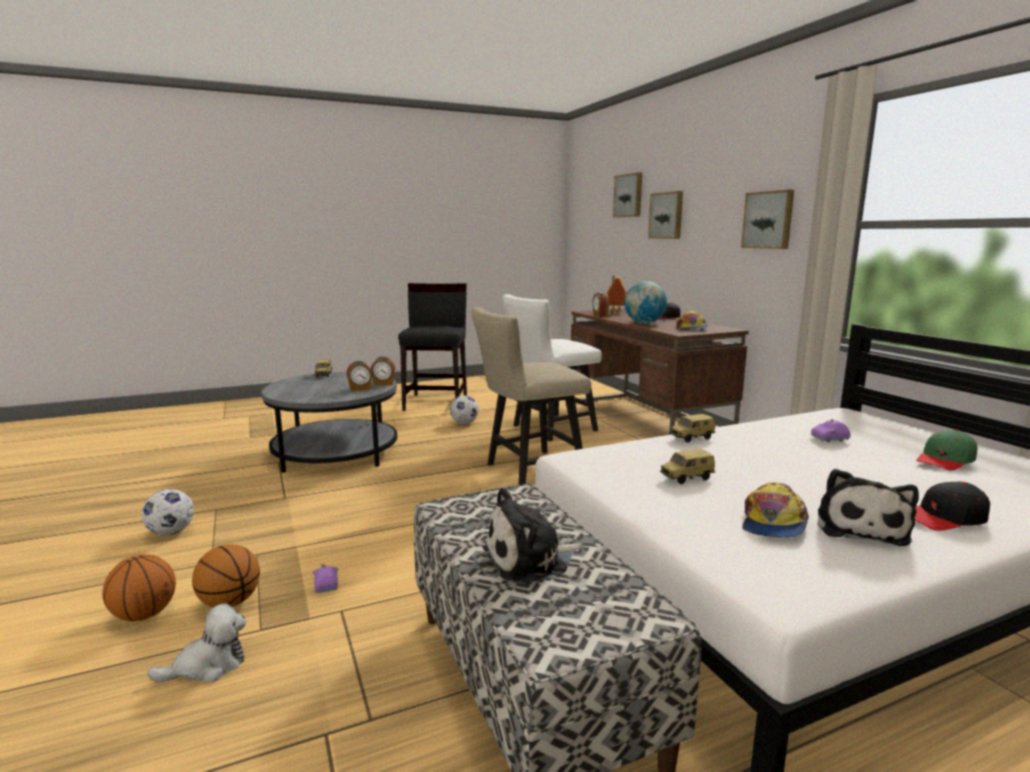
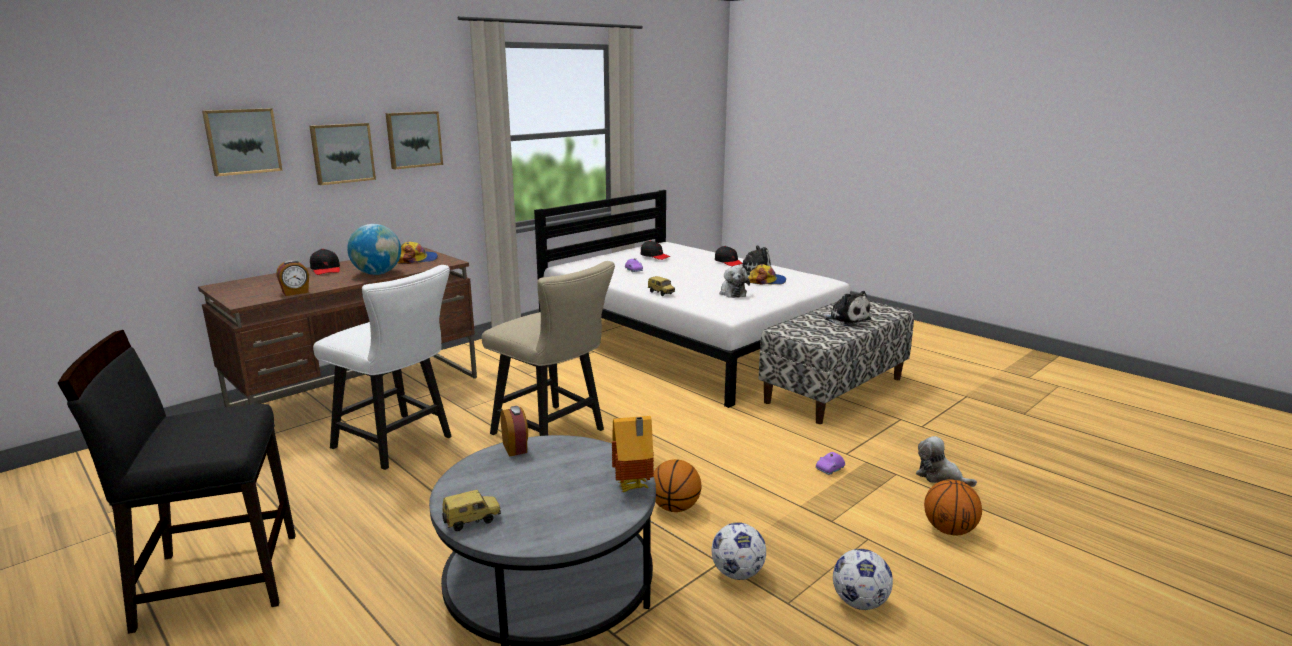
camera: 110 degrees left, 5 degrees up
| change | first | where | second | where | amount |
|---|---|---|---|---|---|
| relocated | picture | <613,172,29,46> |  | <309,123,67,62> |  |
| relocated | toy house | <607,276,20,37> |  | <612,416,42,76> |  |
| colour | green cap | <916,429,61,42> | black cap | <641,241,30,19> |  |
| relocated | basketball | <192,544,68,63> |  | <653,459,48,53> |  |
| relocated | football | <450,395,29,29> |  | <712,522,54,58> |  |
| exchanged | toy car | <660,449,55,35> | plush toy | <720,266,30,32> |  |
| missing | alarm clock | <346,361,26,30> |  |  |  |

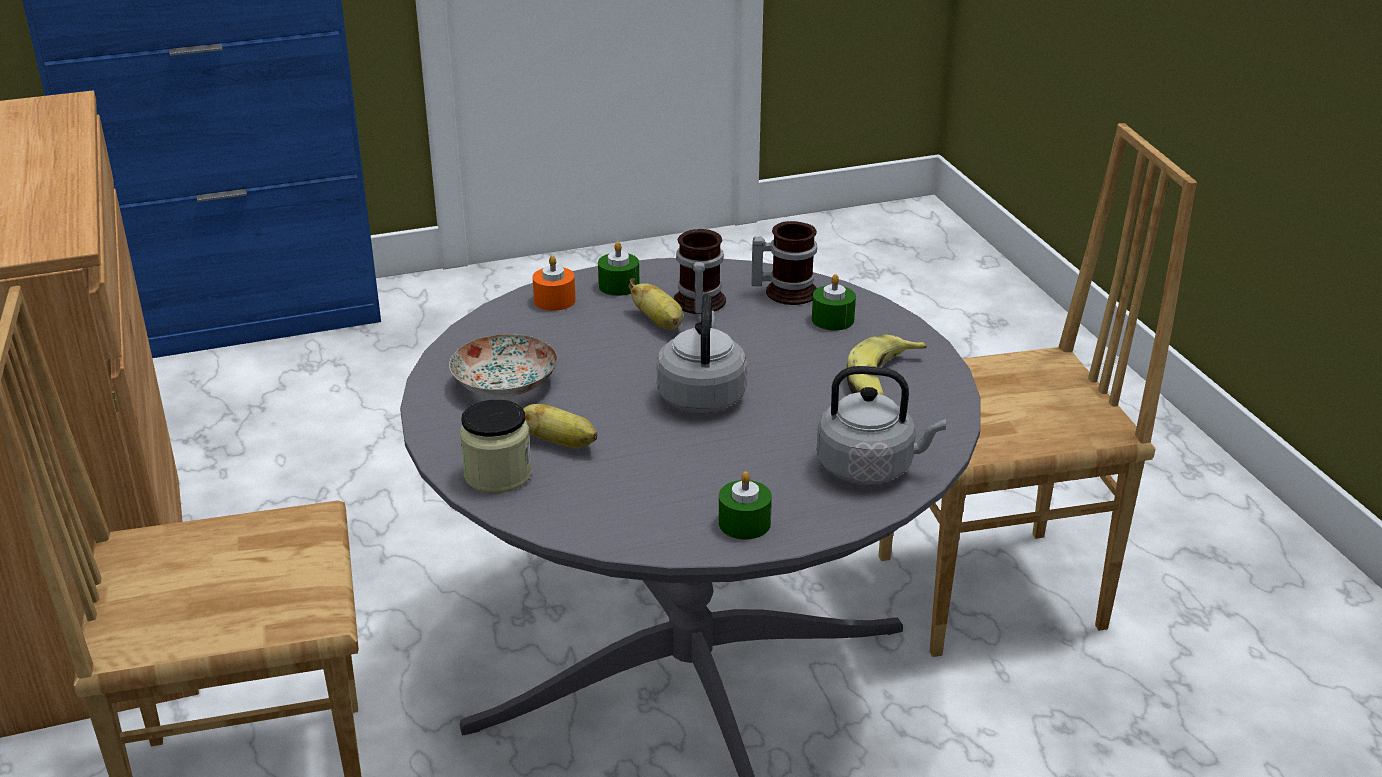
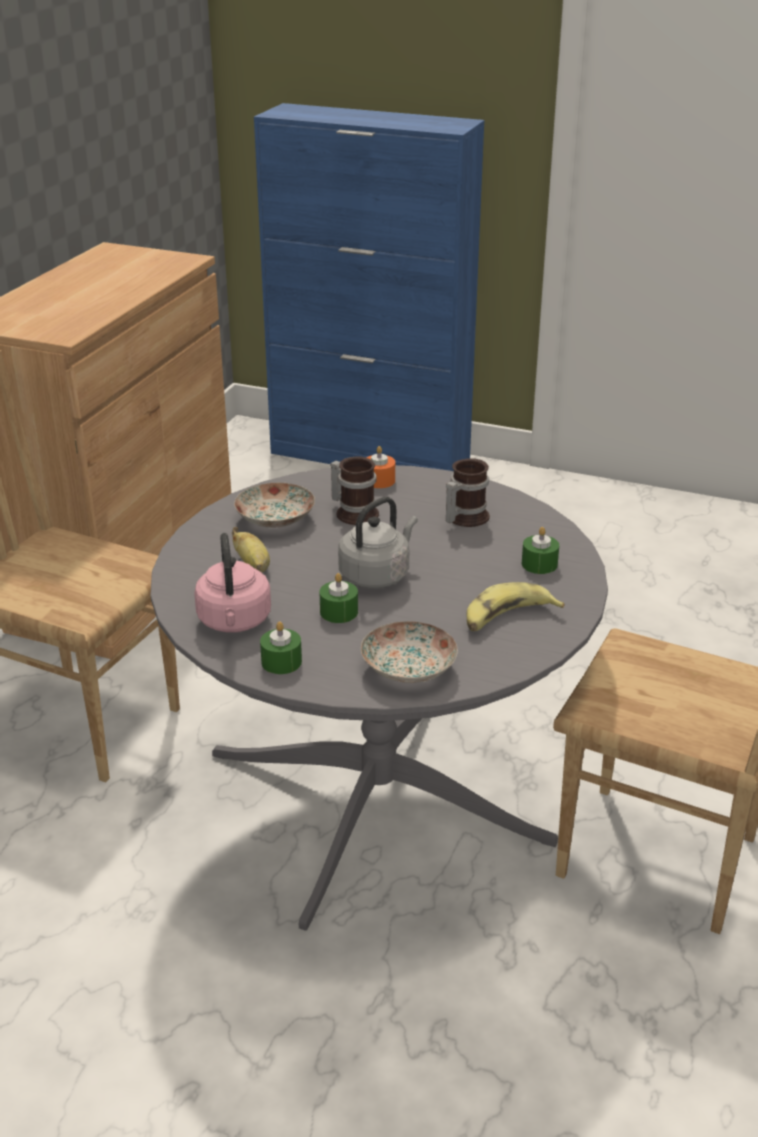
camera: 40 degrees right, 0 degrees up
| change | first | where | second | where | amount |
|---|---|---|---|---|---|
| appeared |  |  | pink kettle | <194,533,77,100> |  |
| relocated | green candle | <598,241,42,55> |  | <320,573,38,50> |  |
| relocated | mug | <751,221,66,84> |  | <330,456,49,69> |  |
| exchanged | grey kettle | <817,366,129,119> | plate | <361,621,97,62> |  |
| missing | jar | <460,399,72,94> |  |  |  |
| missing | banana | <629,278,54,52> |  |  |  |

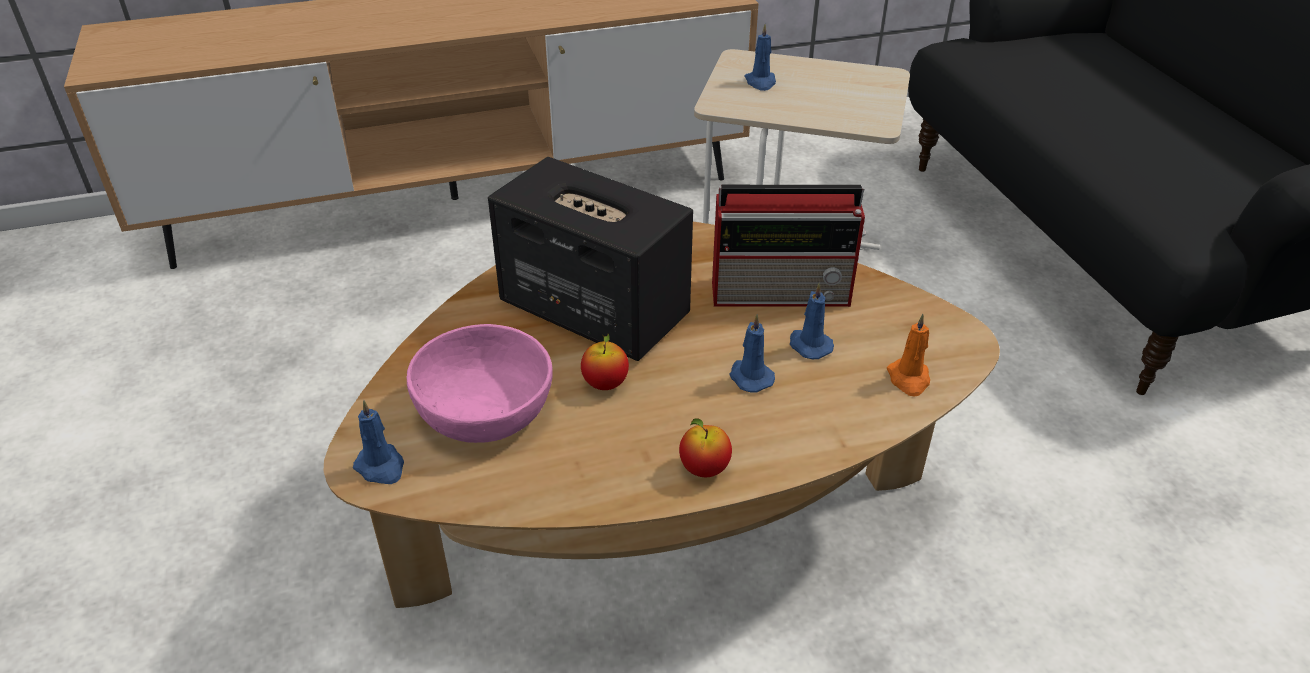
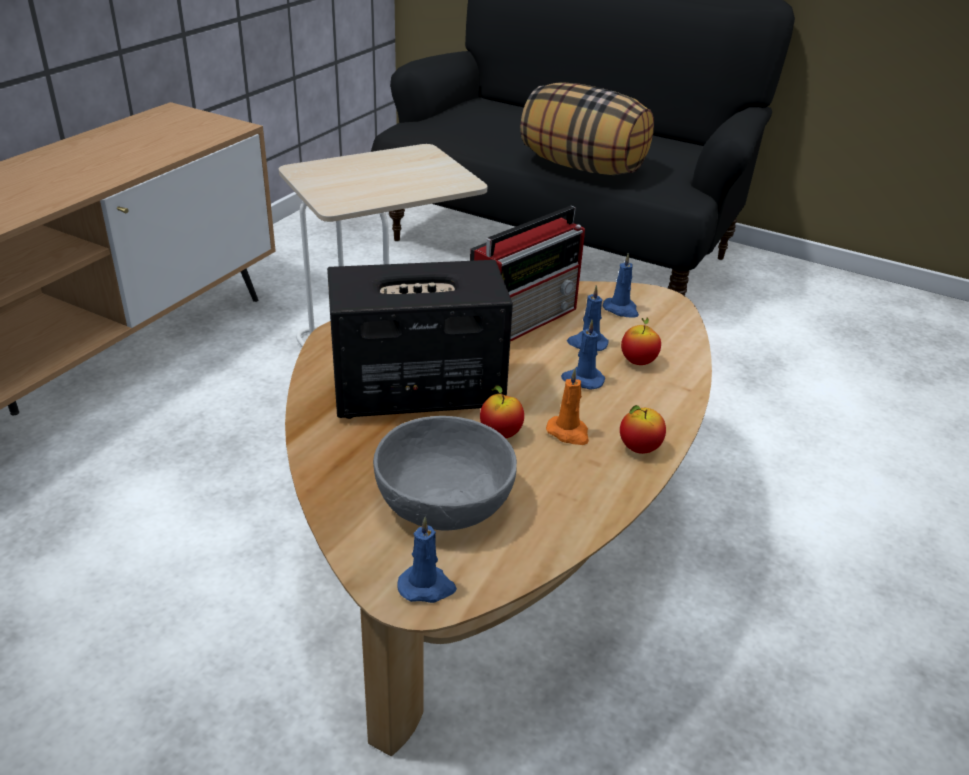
camera: 45 degrees left, 5 degrees down
| change | first | where | second | where | amount |
|---|---|---|---|---|---|
| colour | pink bowl | <407,324,146,119> | grey bowl | <373,416,144,114> |  |
| appeared |  |  | pillow | <520,82,134,93> |  |
| relocated | orange candle | <887,314,43,83> |  | <546,369,43,76> |  |
| relocated | blue candle | <744,24,32,67> |  | <603,253,36,65> |  |
| appeared |  |  | apple | <621,318,40,47> |  |

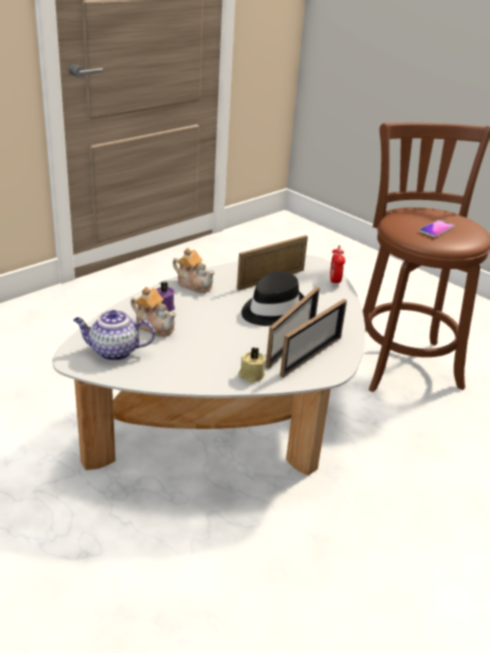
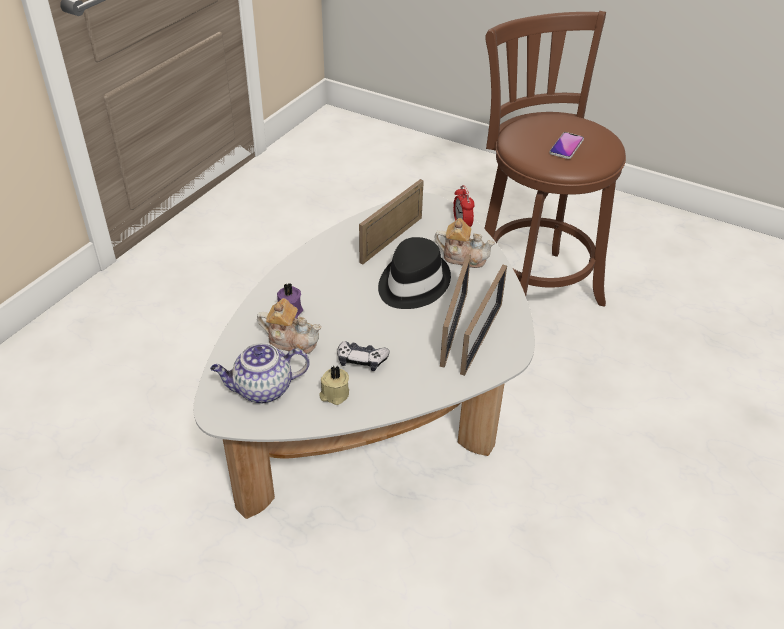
camera: 15 degrees left, 10 degrees up
| change | first | where | second | where | amount |
|---|---|---|---|---|---|
| relocated | beige candle | <239,347,26,36> |  | <319,365,30,40> |  |
| appeared |  |  | game controller | <337,341,52,30> |  |
| relocated | teapot | <173,248,42,45> |  | <435,218,60,50> |  |

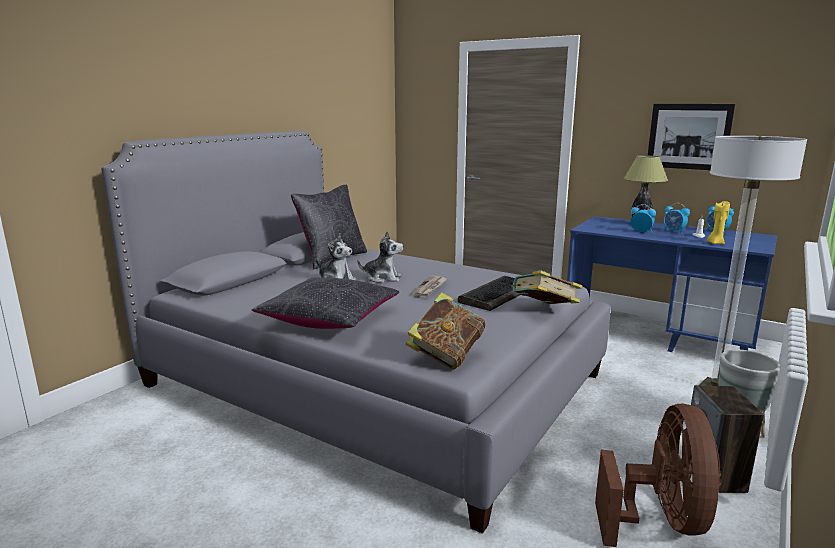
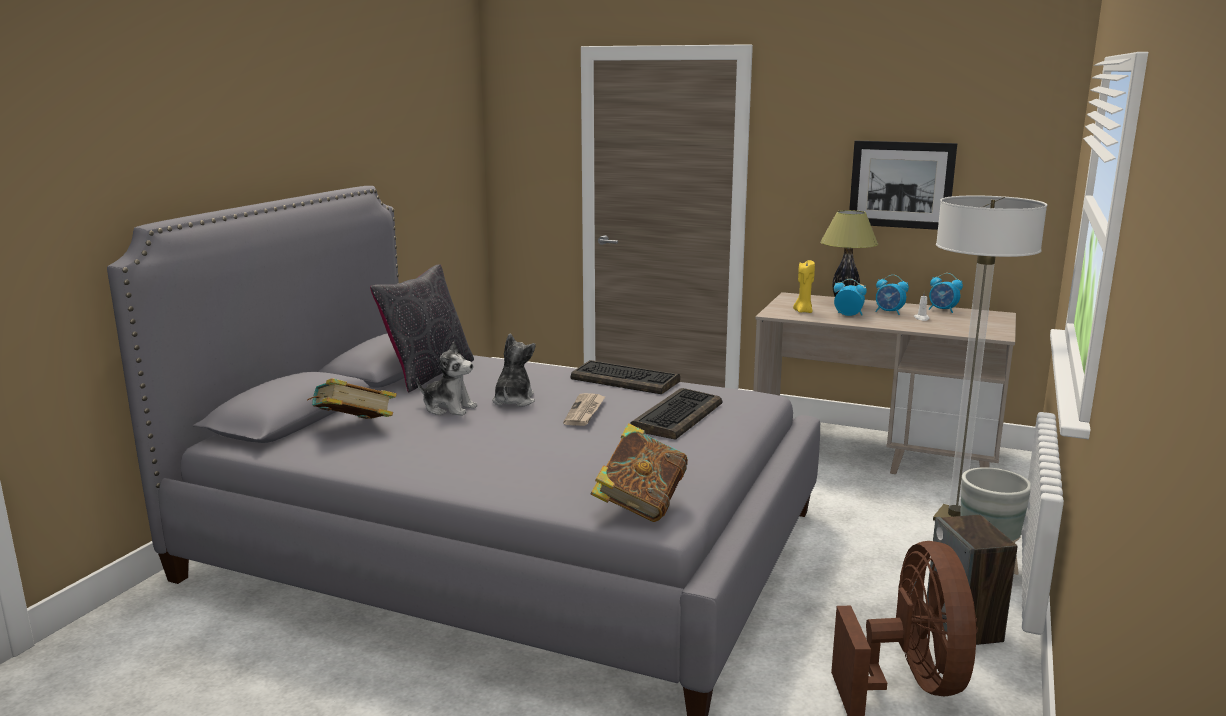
camera: 10 degrees left, 0 degrees up
| change | first | where | second | where | amount |
|---|---|---|---|---|---|
| relocated | book | <511,270,71,34> |  | <307,378,90,41> |  |
| spun | plush toy | <357,231,46,52> |  | <492,334,44,73> | 75 degrees counterclockwise |
| appeared |  |  | keyboard | <571,360,109,34> |  |
| colour | blue desk | <567,216,210,136> | beige desk | <753,292,263,182> |  |
| relocated | yellow candle | <707,201,23,44> |  | <793,260,22,53> |  |
| missing | black pillow | <252,277,147,52> |  |  |  |

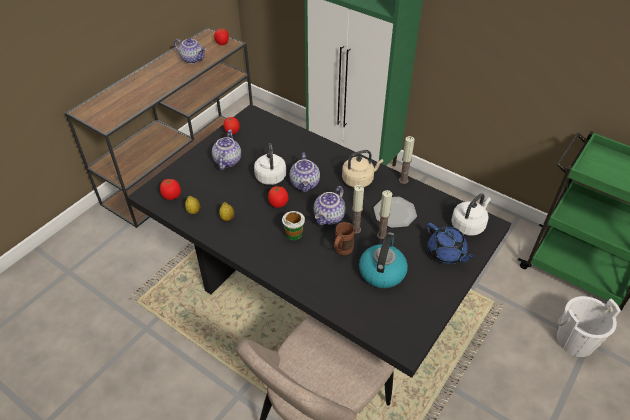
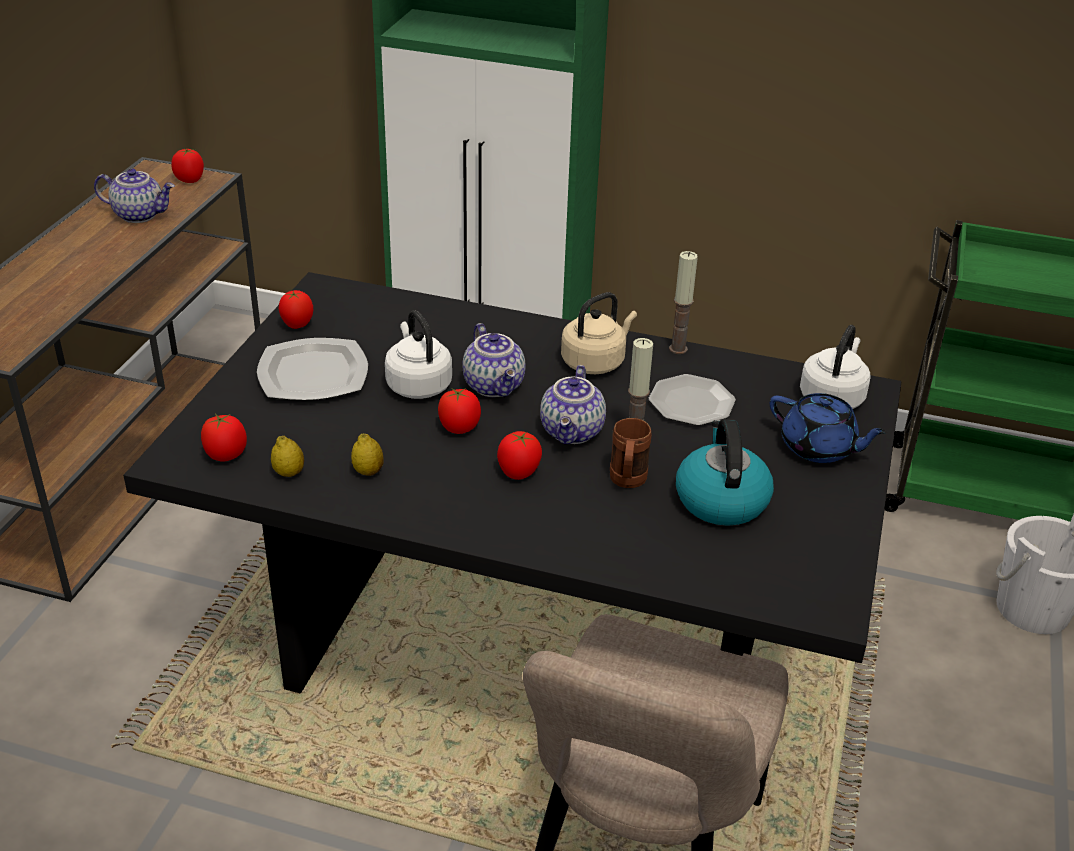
camera: 20 degrees left, 10 degrees down
| change | first | where | second | where | amount |
|---|---|---|---|---|---|
| exchanged | teapot | <212,130,29,40> | plate | <257,338,111,62> |  |
| exchanged | cup | <282,211,23,30> | tomato | <497,431,45,49> |  |
| missing | candle | <377,190,15,49> |  |  |  |

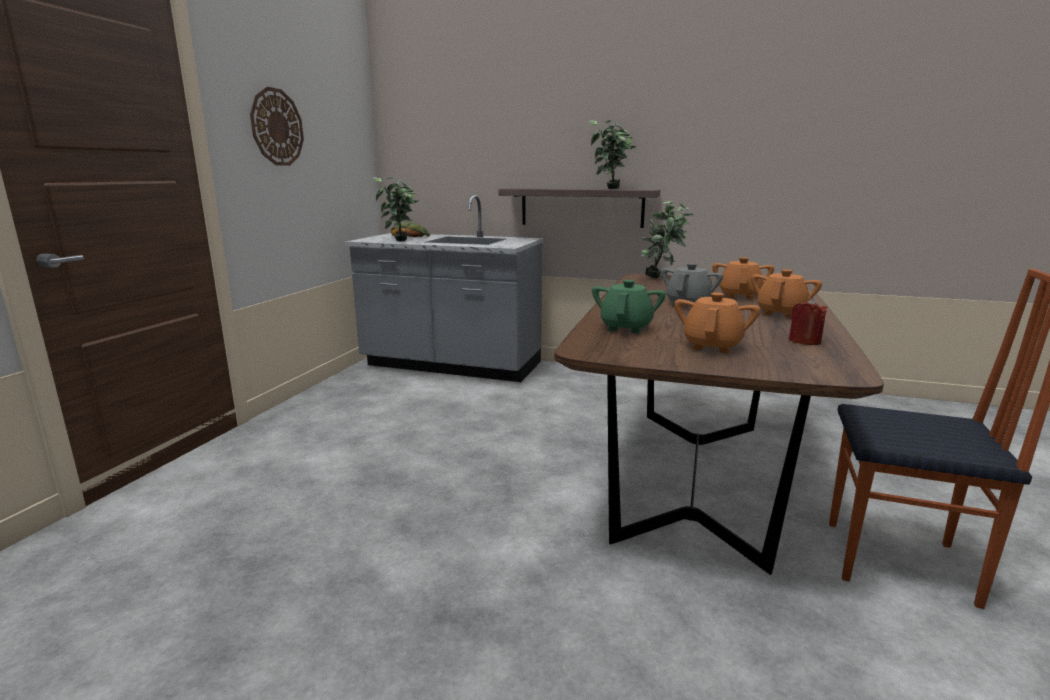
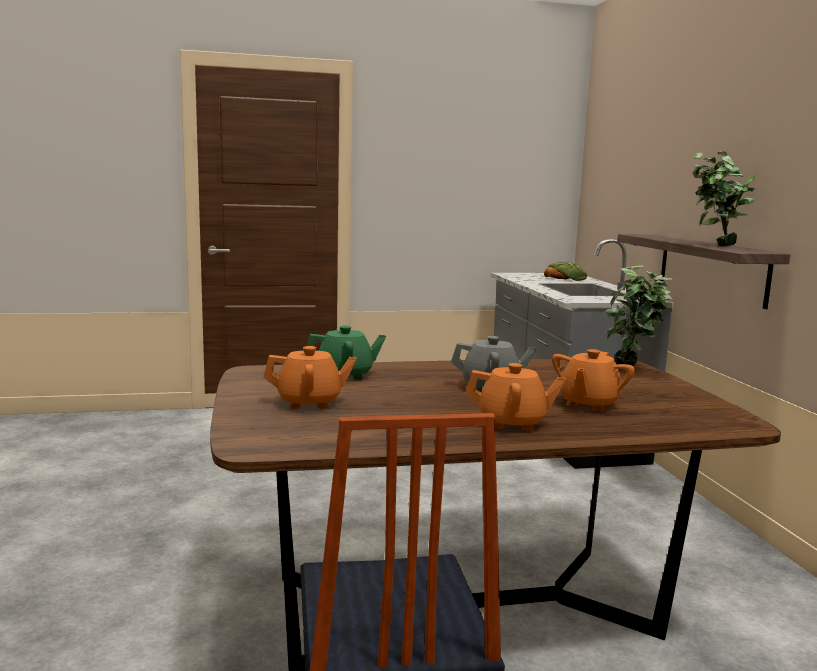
camera: 60 degrees right, 5 degrees down
| change | first | where | second | where | amount |
|---|---|---|---|---|---|
| spun | orange teapot | <712,257,62,43> |  | <552,349,83,63> | 135 degrees clockwise |
| missing | wall clock | <250,87,54,79> |  |  |  |
| missing | potted plant | <373,177,45,64> |  |  |  |
| missing | red candle | <789,298,39,47> |  |  |  |

